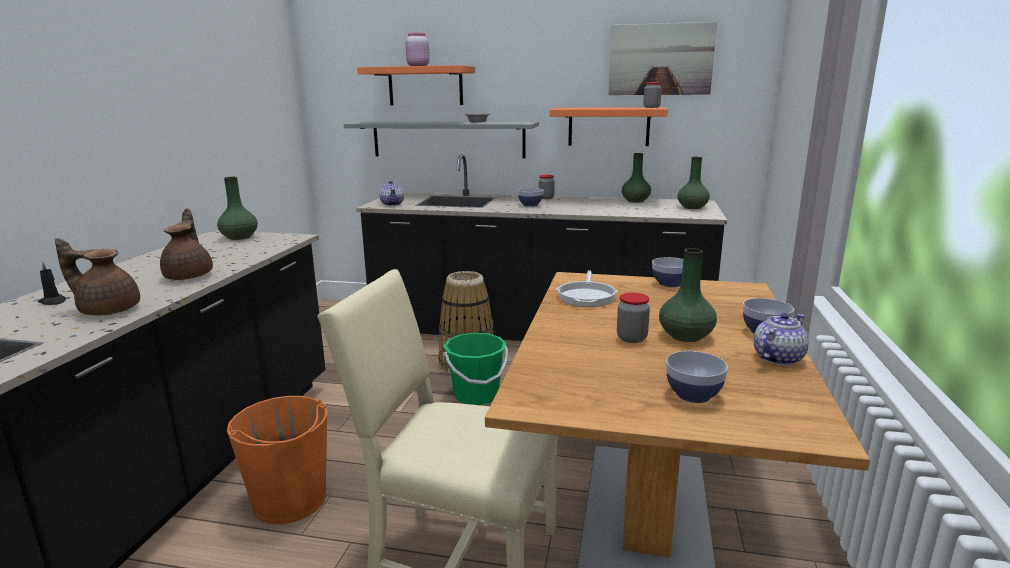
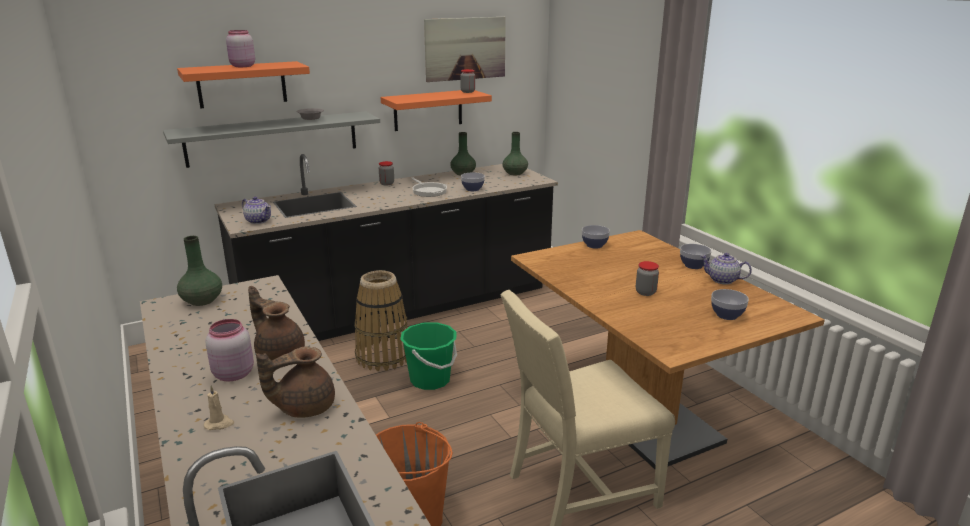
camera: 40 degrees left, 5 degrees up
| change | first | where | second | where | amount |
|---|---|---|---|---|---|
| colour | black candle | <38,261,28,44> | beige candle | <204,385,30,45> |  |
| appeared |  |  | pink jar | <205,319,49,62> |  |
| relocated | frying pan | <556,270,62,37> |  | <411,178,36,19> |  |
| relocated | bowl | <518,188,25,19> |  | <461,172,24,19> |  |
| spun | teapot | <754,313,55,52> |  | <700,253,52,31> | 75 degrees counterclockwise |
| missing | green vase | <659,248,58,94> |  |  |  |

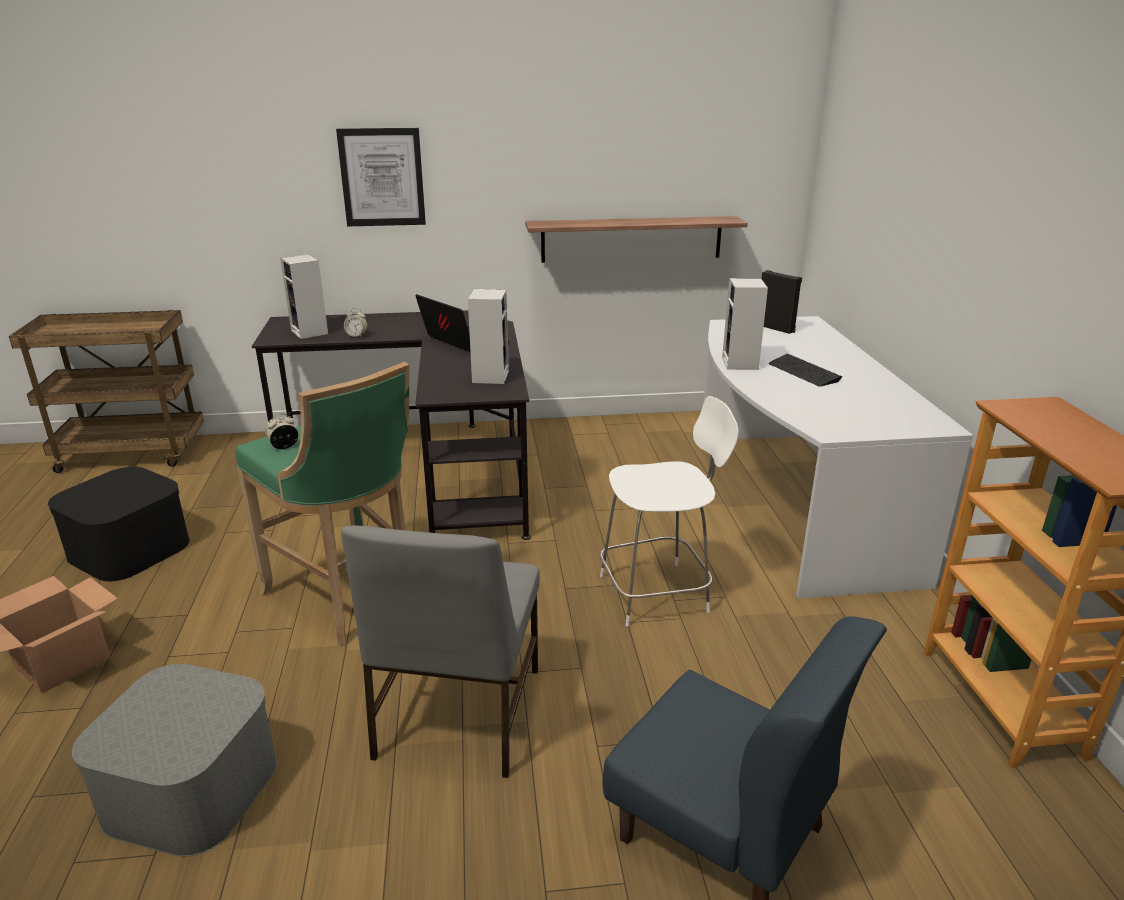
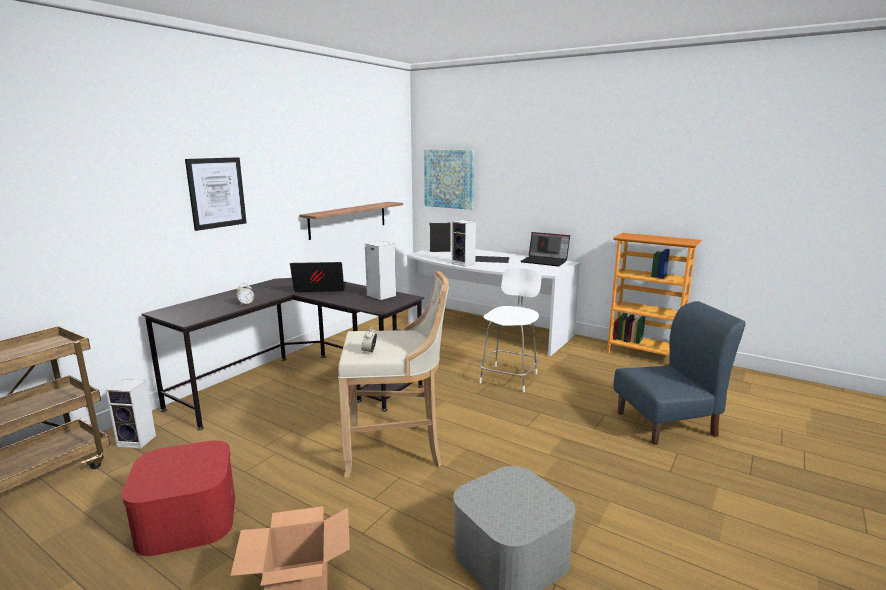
camera: 50 degrees left, 10 degrees down
| change | first | where | second | where | amount |
|---|---|---|---|---|---|
| relocated | speaker | <280,254,48,85> |  | <106,379,50,70> |  |
| colour | black storage box | <48,467,142,114> | red storage box | <121,440,114,116> |  |
| colour | green stool | <236,362,173,283> | beige stool | <338,271,111,207> |  |
| appeared |  |  | picture | <424,150,50,60> |  |
| appeared |  |  | laptop | <521,232,49,34> |  |
| missing | grey chair | <341,526,199,252> |  |  |  |

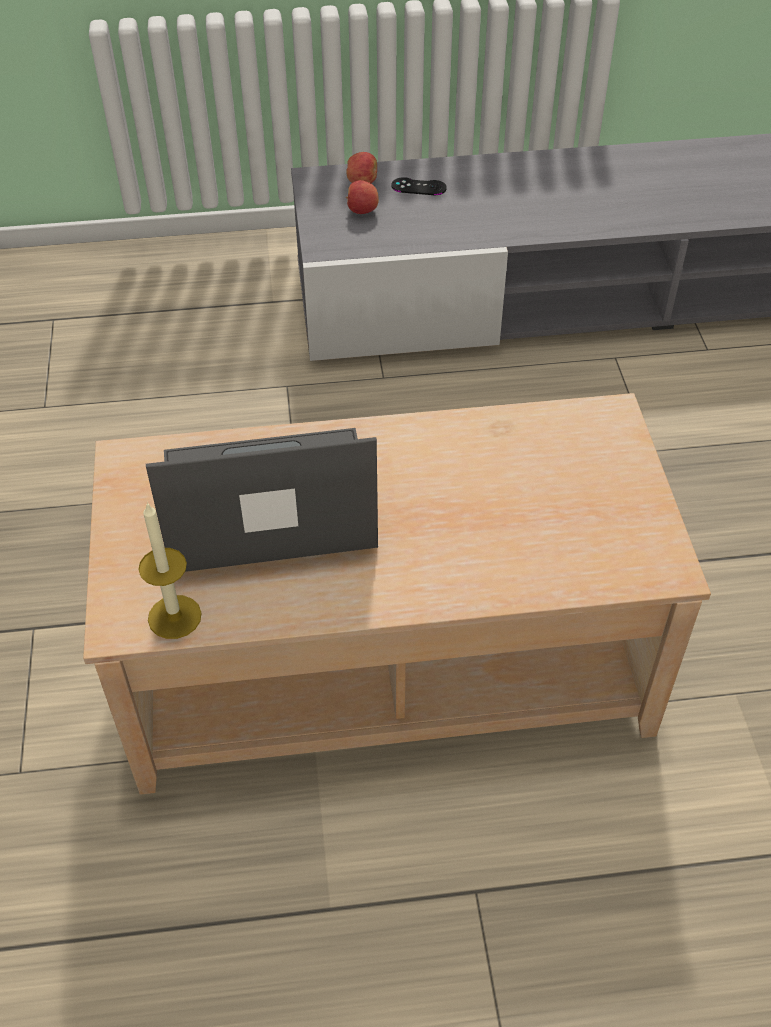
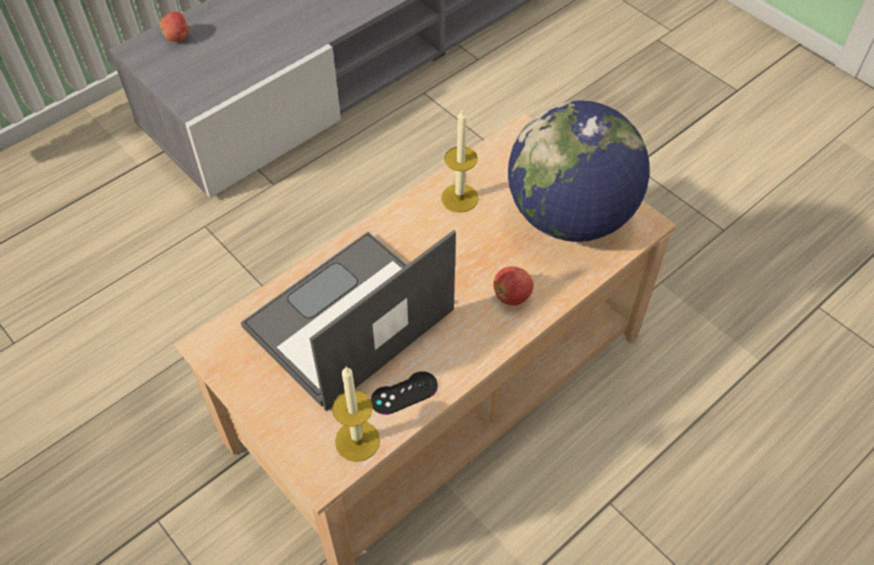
camera: 35 degrees left, 5 degrees up
| change | first | where | second | where | amount |
|---|---|---|---|---|---|
| relocated | black game controller | <391,177,56,18> |  | <371,371,67,44> |  |
| appeared |  |  | candle | <441,108,38,105> |  |
| relocated | apple | <346,180,33,34> |  | <493,266,41,40> |  |
| appeared |  |  | globe | <508,100,142,142> |  |

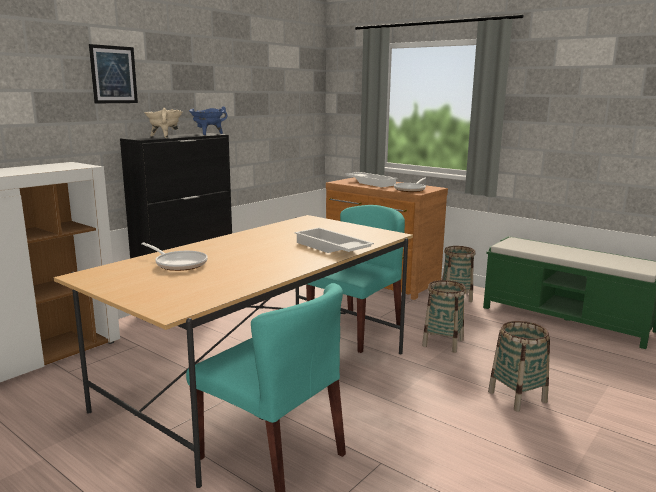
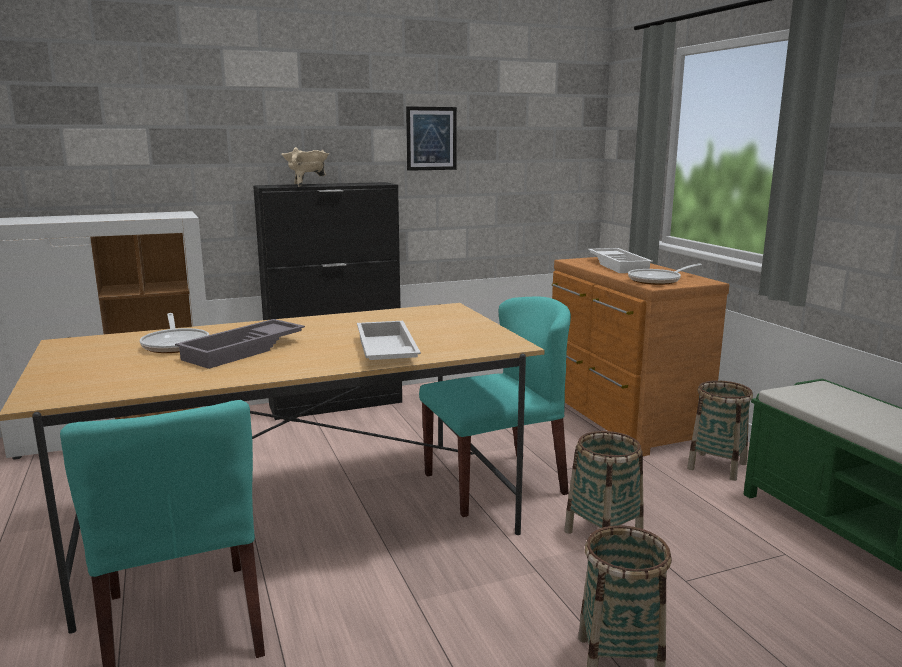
camera: 30 degrees right, 0 degrees up
| change | first | where | second | where | amount |
|---|---|---|---|---|---|
| appeared |  |  | grey tray | <175,319,130,50> |  |
| relocated | picture | <89,44,49,59> |  | <406,106,51,65> |  |
| missing | blue cooking pot | <189,106,38,29> |  |  |  |

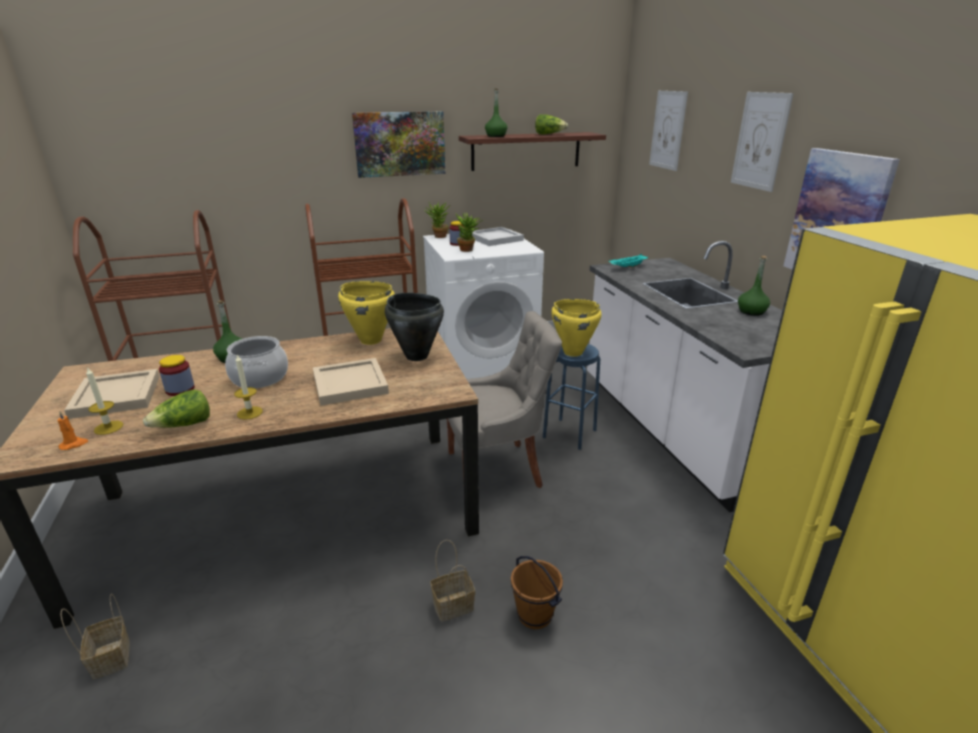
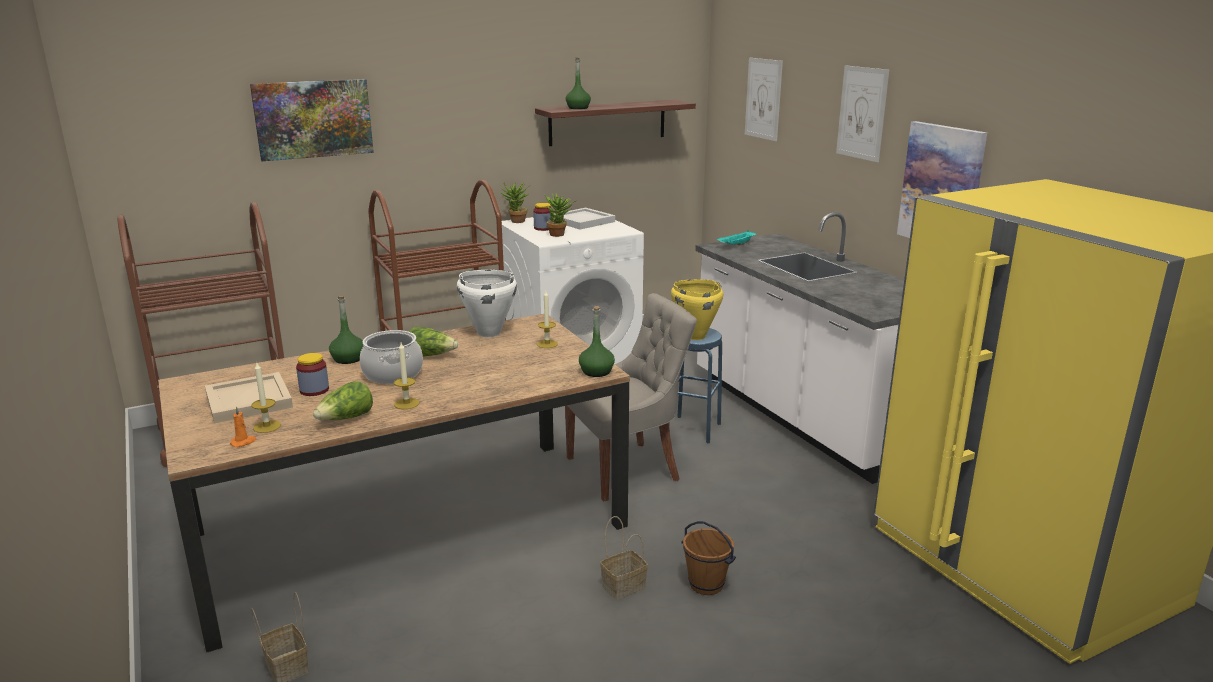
camera: 10 degrees left, 5 degrees down
| change | first | where | second | where | amount |
|---|---|---|---|---|---|
| relocated | picture | <352,111,93,67> |  | <250,79,124,82> |  |
| relocated | lettuce | <535,114,33,20> |  | <409,326,49,31> |  |
| colour | yellow cooking pot | <338,281,57,64> | white cooking pot | <457,270,60,67> |  |
| exchanged | black cooking pot | <385,293,59,68> | candle | <537,291,21,57> |  |
| relocated | green bottle | <738,256,32,60> |  | <579,306,36,71> |  |
| missing | beige tray | <313,358,76,48> |  |  |  |

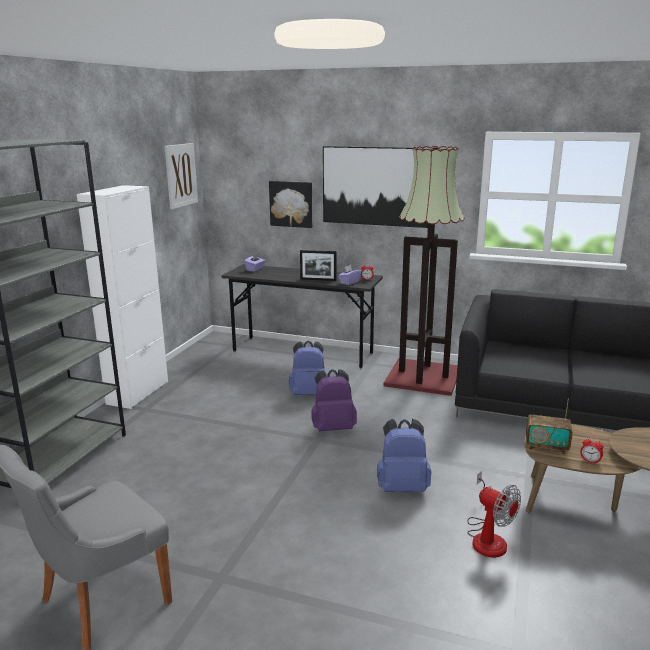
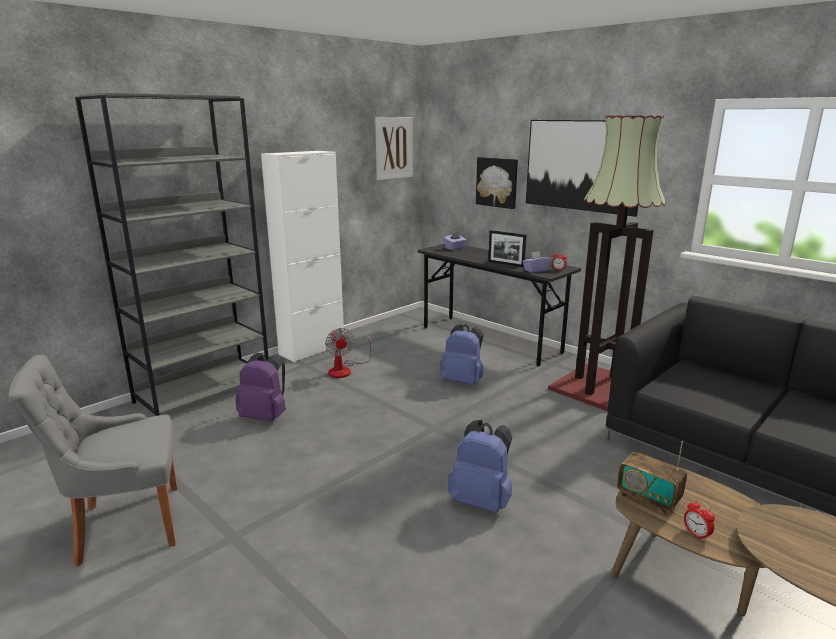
camera: 25 degrees right, 0 degrees up
| change | first | where | second | where | amount |
|---|---|---|---|---|---|
| relocated | purple backpack | <311,369,46,62> |  | <235,353,51,68> |  |
| relocated | fan | <467,471,54,87> |  | <325,328,47,50> |  |

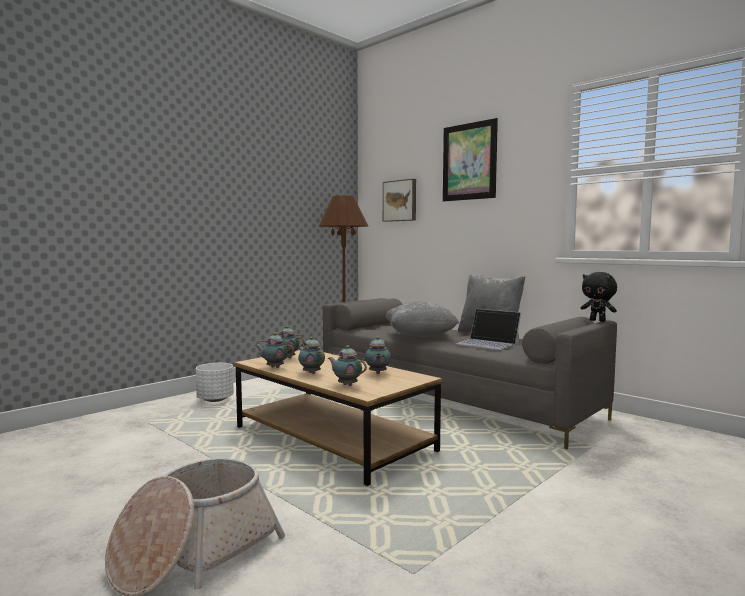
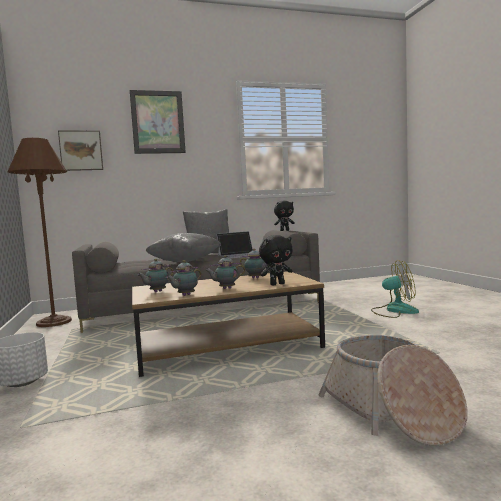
camera: 60 degrees left, 0 degrees up
| change | first | where | second | where | amount |
|---|---|---|---|---|---|
| exchanged | teapot | <328,345,39,41> | black plush toy | <259,235,34,51> |  |
| appeared |  |  | fan | <371,260,48,58> |  |

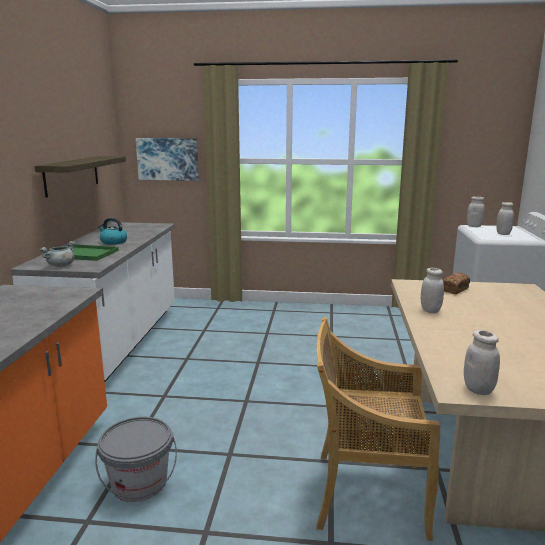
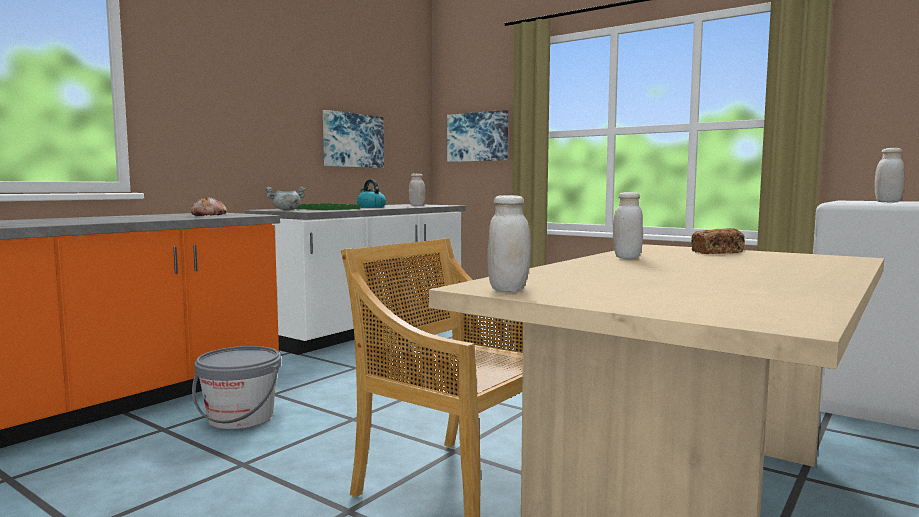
camera: 30 degrees right, 10 degrees down
| change | first | where | second | where | amount |
|---|---|---|---|---|---|
| appeared |  |  | bread | <191,197,36,19> |  |
| exchanged | shelf | <35,156,91,42> | picture | <323,110,61,58> |  |
| relocated | white jar | <467,196,18,31> |  | <409,174,16,32> |  |

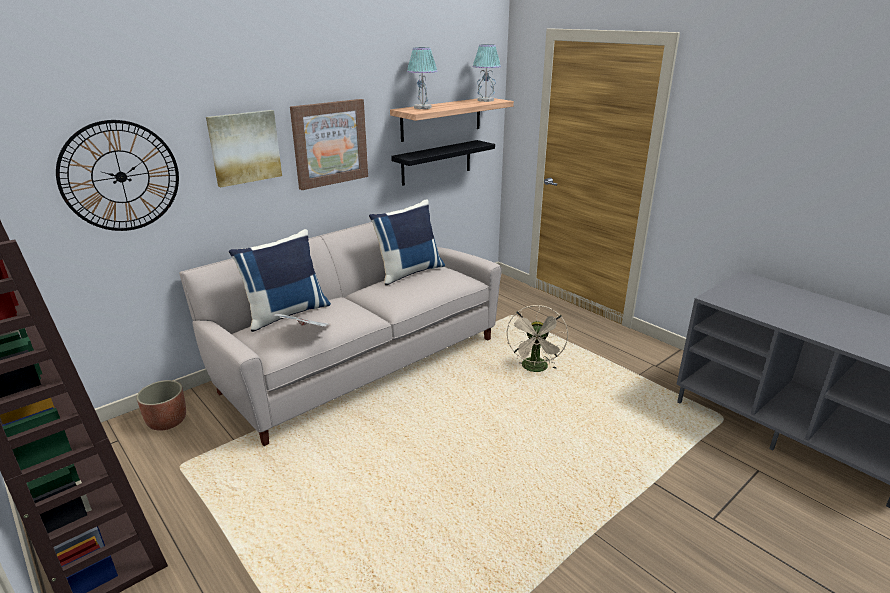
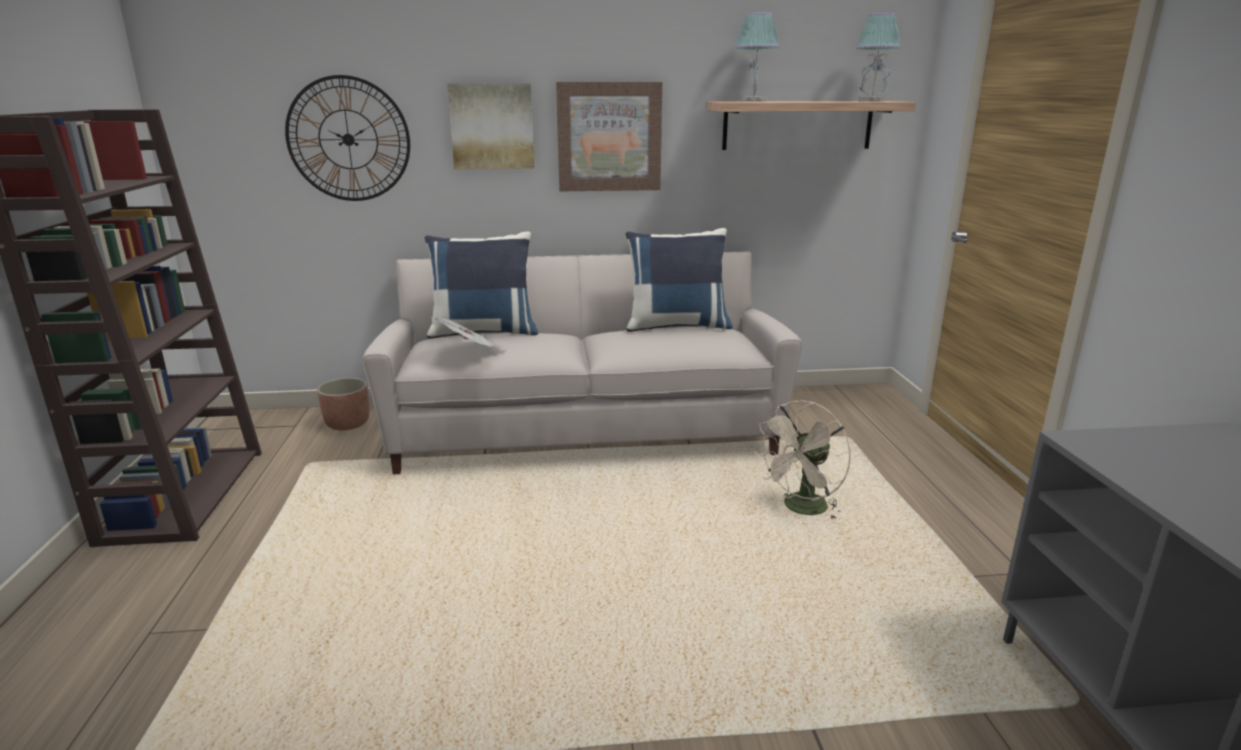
camera: 35 degrees right, 5 degrees down
| change | first | where | second | where | amount |
|---|---|---|---|---|---|
| missing | black shelf | <391,140,104,46> |  |  |  |

